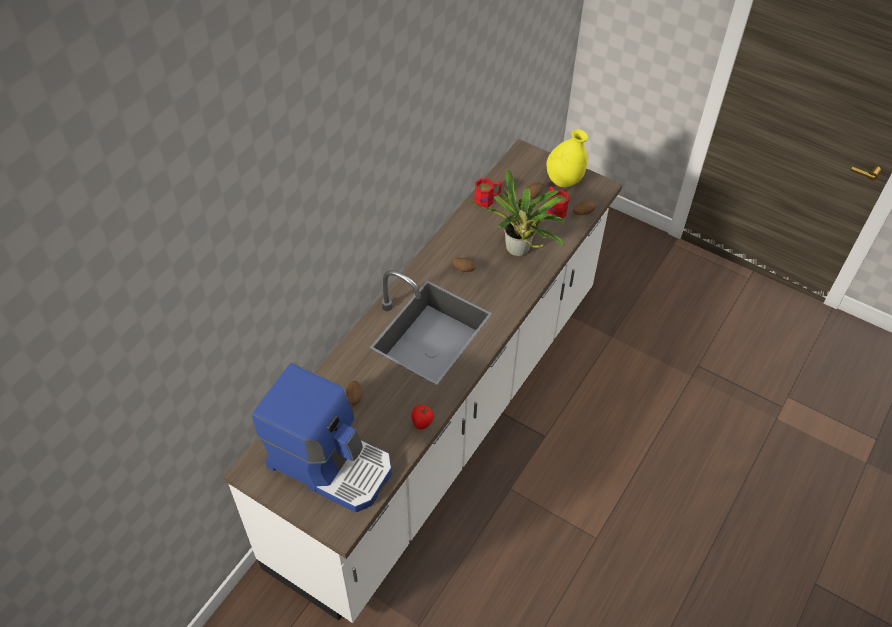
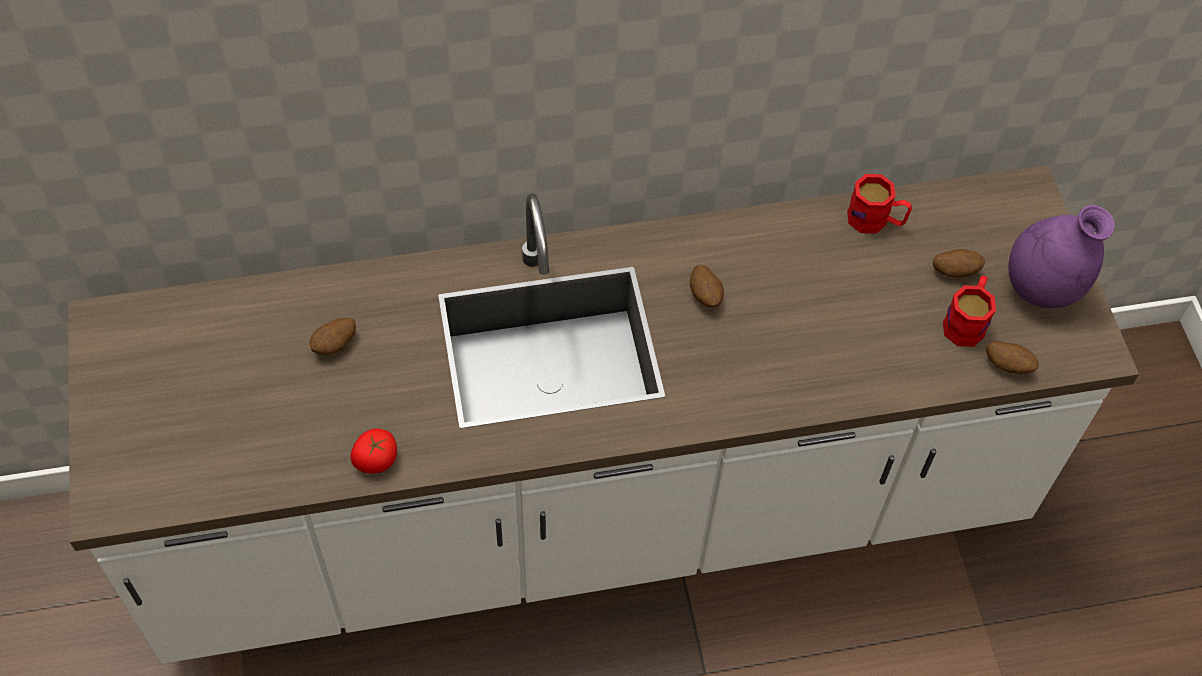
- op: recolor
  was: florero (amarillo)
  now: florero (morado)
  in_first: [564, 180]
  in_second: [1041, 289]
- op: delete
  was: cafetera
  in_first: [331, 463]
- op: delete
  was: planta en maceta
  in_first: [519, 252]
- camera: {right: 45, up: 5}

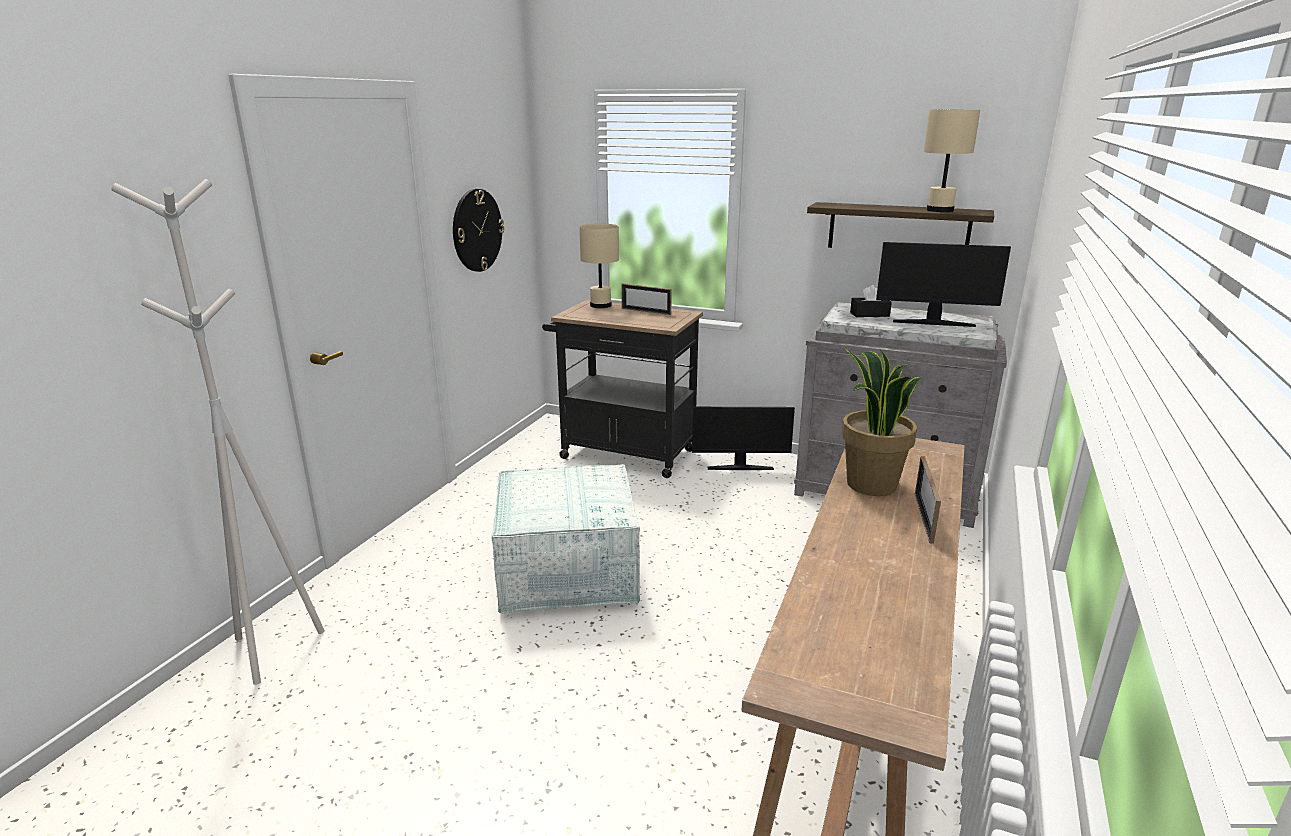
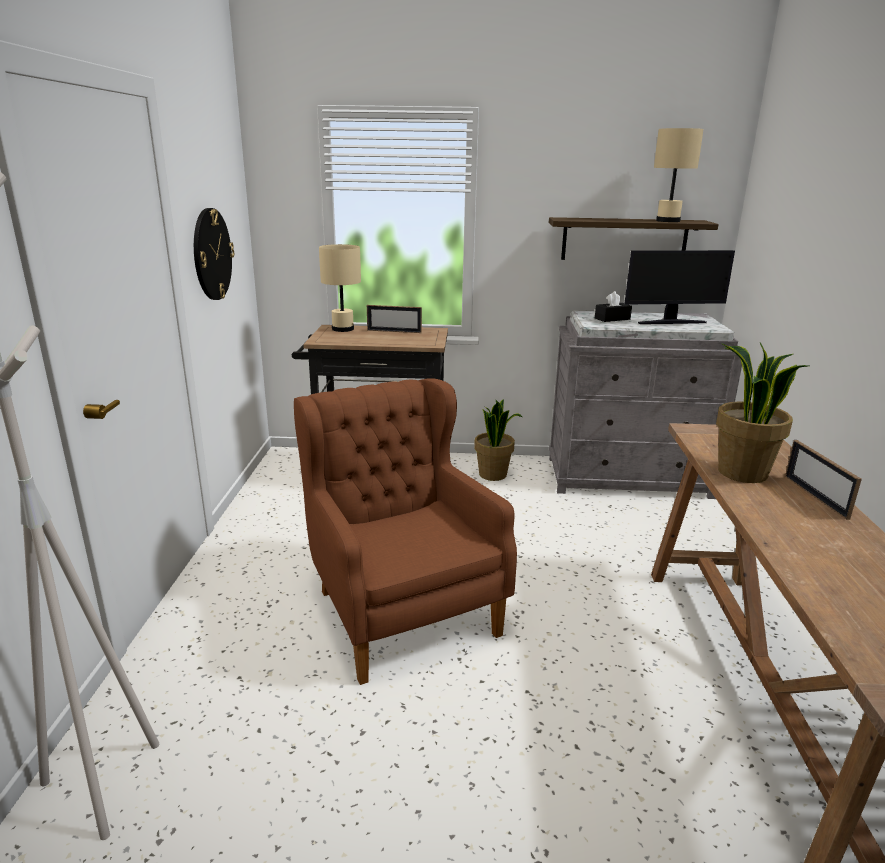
- op: replace
  was: puf (blanco)
  now: sillón (marrón)
  in_first: [568, 574]
  in_second: [401, 611]
- op: replace
  was: monitor
  now: planta en maceta
  in_first: [740, 467]
  in_second: [493, 475]
- camera: {right: -20, up: 0}

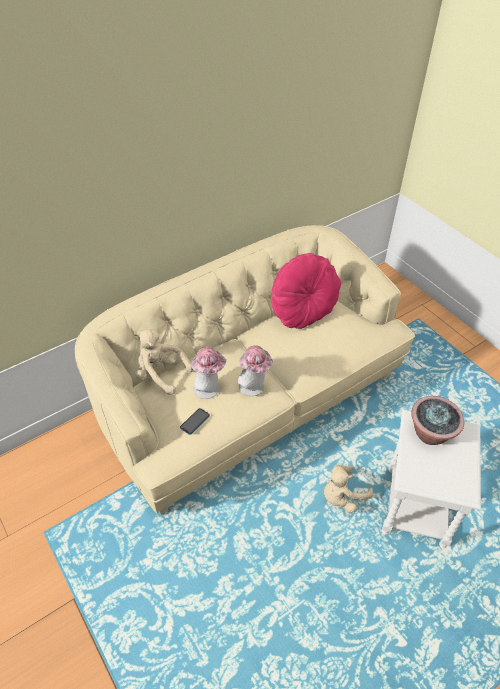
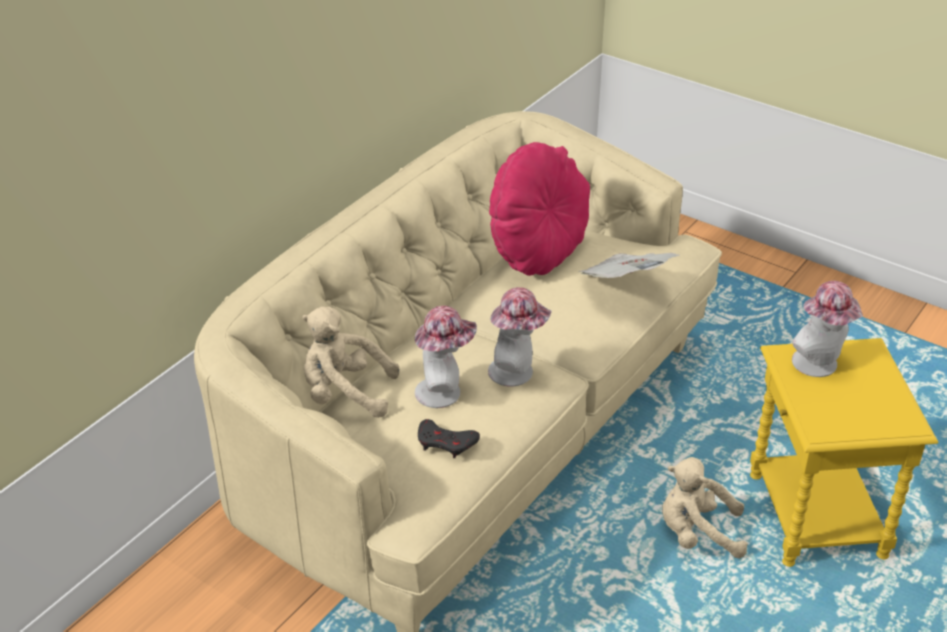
- op: replace
  was: móvil
  now: mando de consola (gris)
  in_first: [195, 421]
  in_second: [446, 442]
- op: insert
  now: periódico
  in_second: [625, 284]
- op: rotate
  was: peluche (beis)
  in_first: [342, 496]
  in_second: [697, 534]
  clockwise: 60
- op: recolor
  was: mesa auxiliar (blanco)
  now: mesa auxiliar (amarillo)
  in_first: [417, 506]
  in_second: [819, 515]
- op: replace
  was: planta en maceta
  now: sombrero
  in_first: [430, 433]
  in_second: [819, 366]
- camera: {right: -20, up: -10}

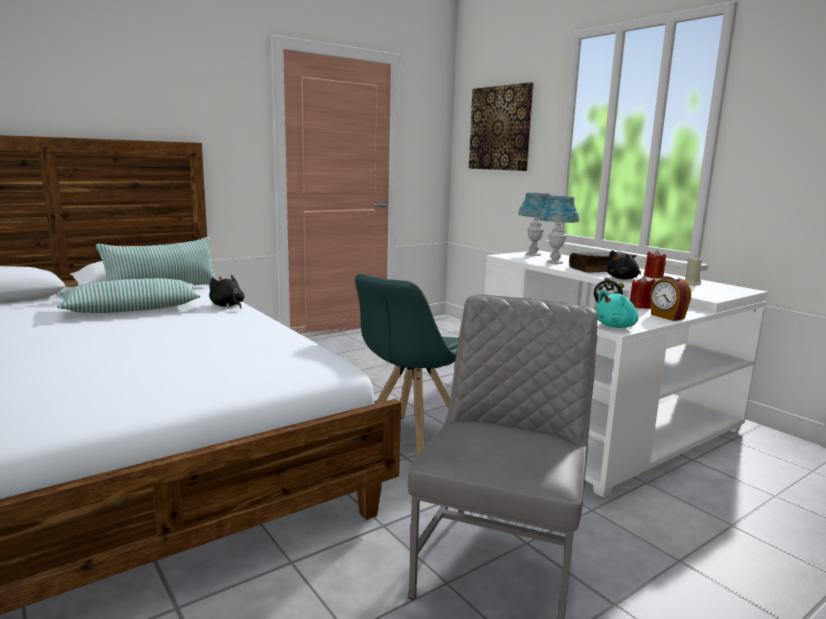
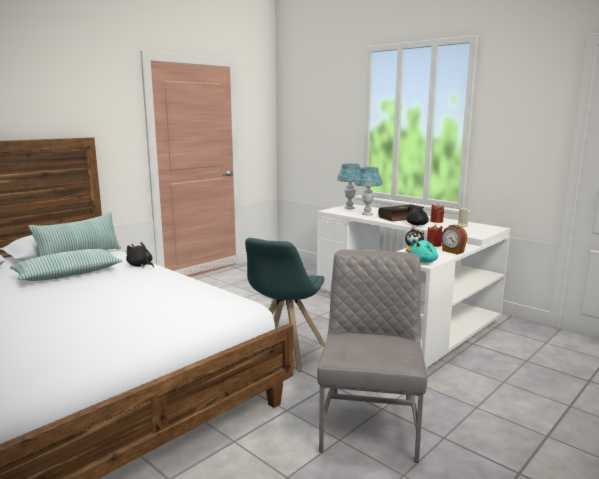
- op: delete
  was: cuadro
  in_first: [500, 128]
- camera: {right: -10, up: 0}

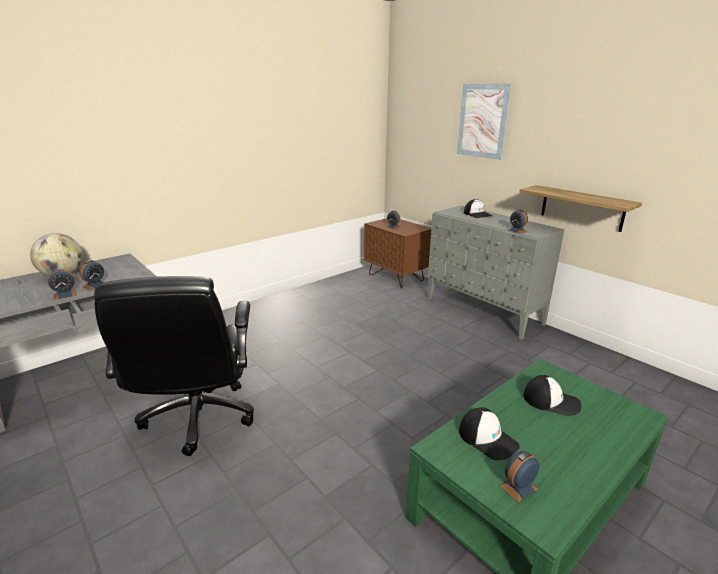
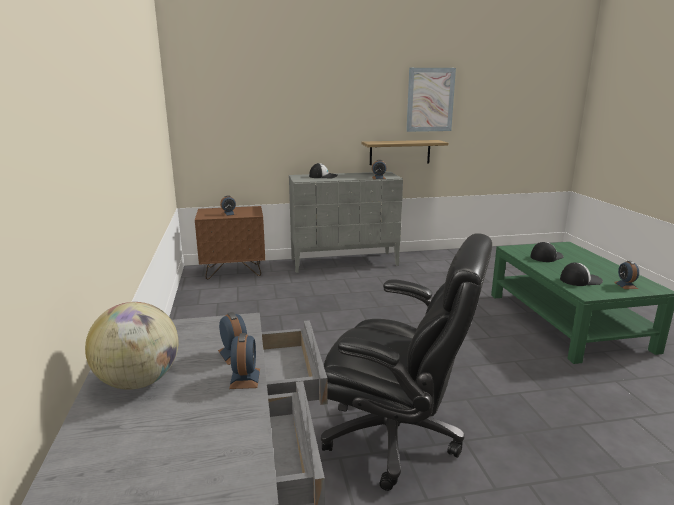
- op: move
  was: cuadro
  in_first: [483, 121]
  in_second: [430, 100]
- camera: {right: -60, up: -5}

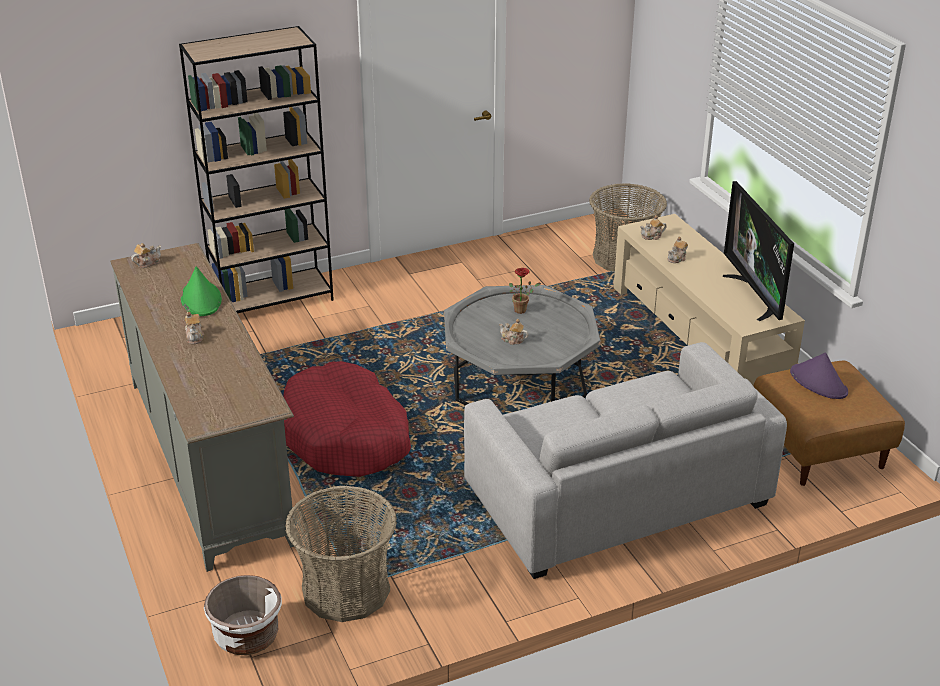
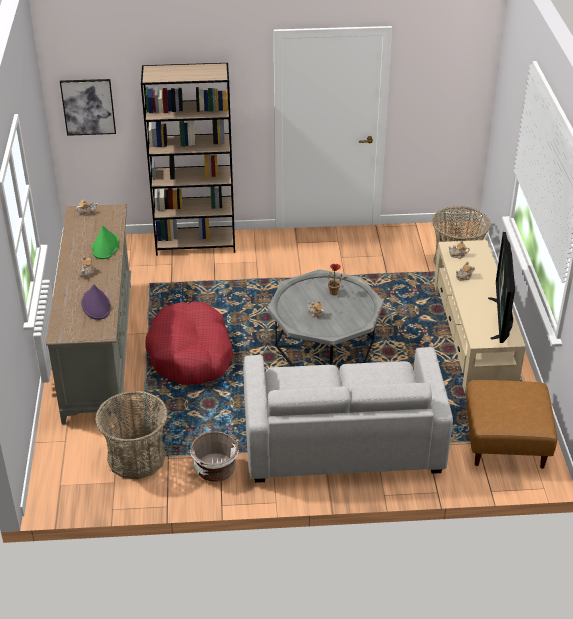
- op: insert
  now: cuadro
  in_second: [88, 106]
- op: move
  was: sombrero (morado)
  in_first: [819, 383]
  in_second: [96, 305]
- op: move
  was: maceta (blanco)
  in_first: [247, 636]
  in_second: [215, 470]
- camera: {right: 20, up: 5}

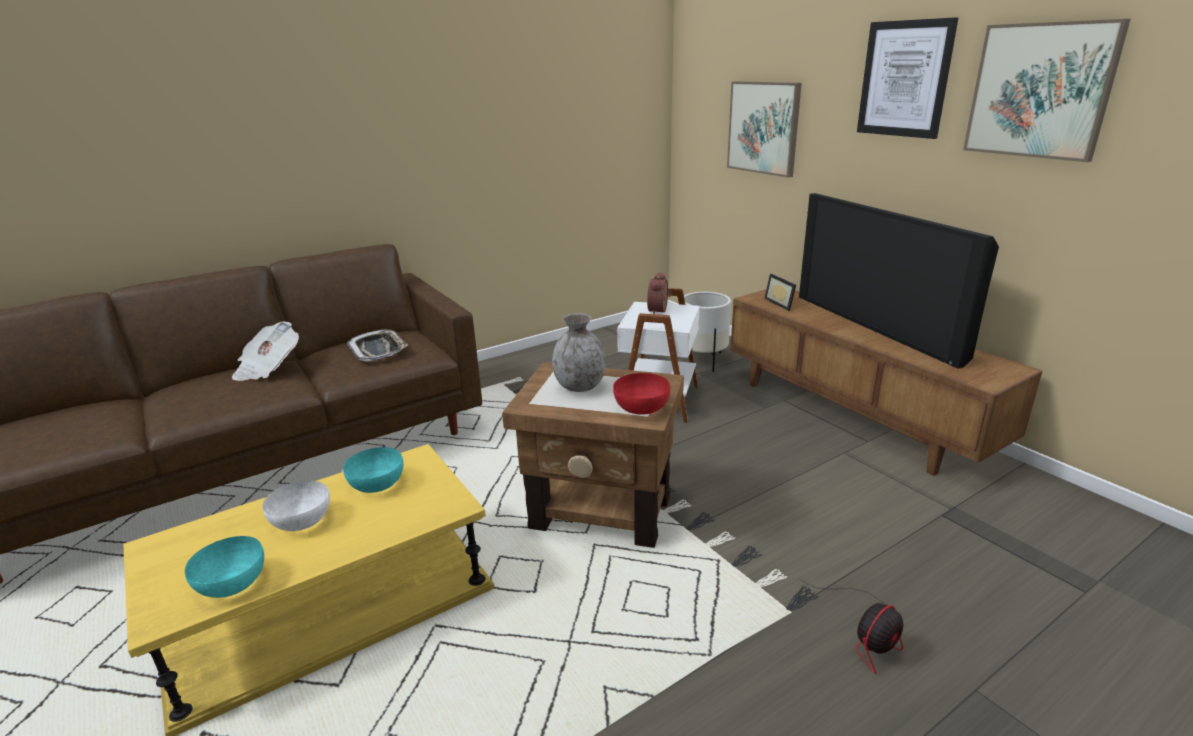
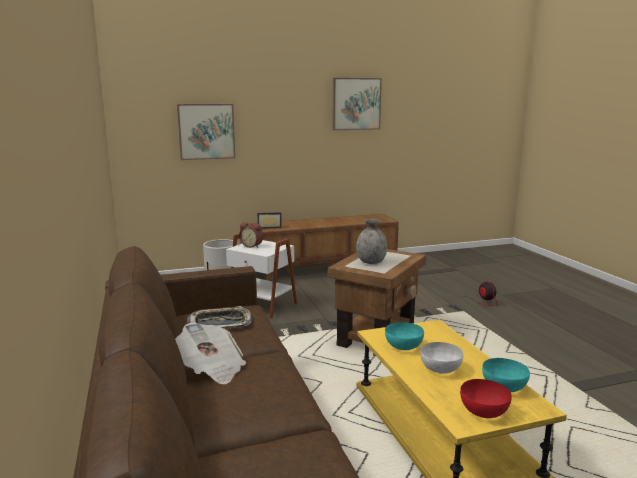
- op: move
  was: cuenco (rojo)
  in_first: [642, 408]
  in_second: [484, 410]
- op: delete
  was: televisor
  in_first: [878, 326]
- op: delete
  was: cuadro
  in_first: [904, 79]
- camera: {right: -75, up: -10}

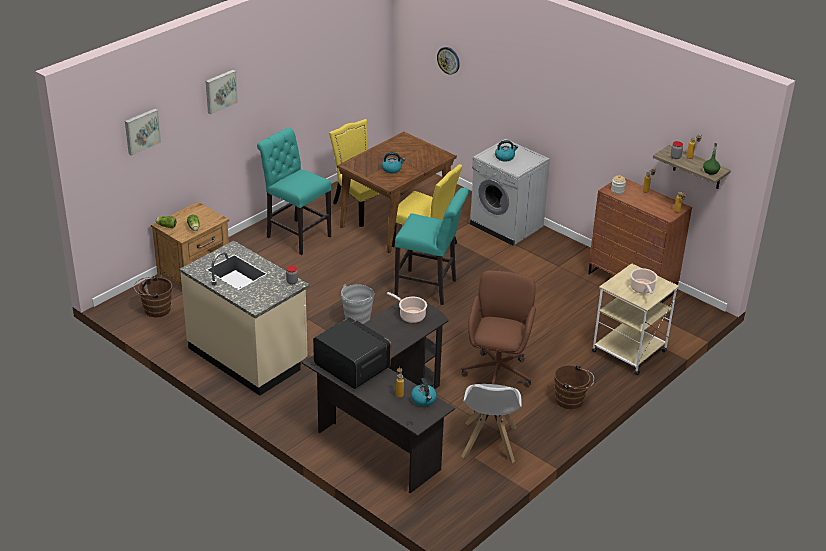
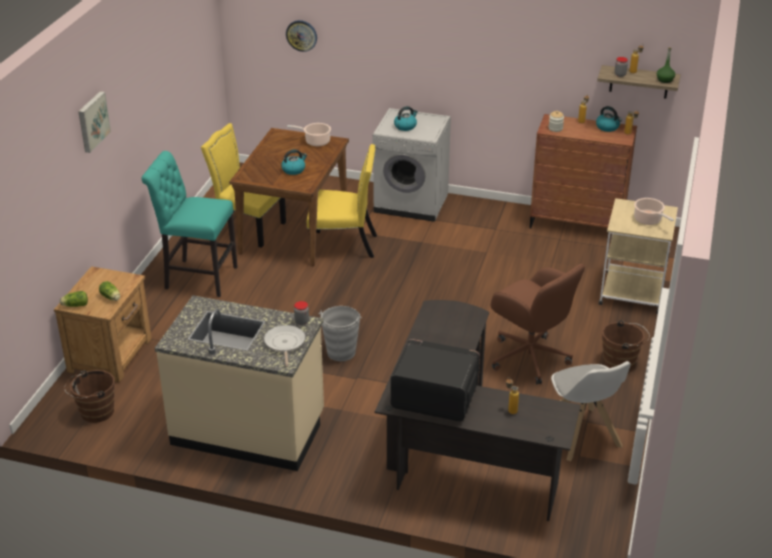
- op: insert
  now: sartén
  in_second: [284, 344]
- op: move
  was: olla
  in_first: [410, 316]
  in_second: [315, 141]
- op: rotate
  was: silla de oficina (marrón)
  in_first: [497, 374]
  in_second: [529, 358]
  clockwise: 150
- op: move
  was: hervidor
  in_first: [424, 400]
  in_second: [608, 127]
- op: delete
  was: cuadro
  in_first: [141, 131]
- op: delete
  was: taburete (turquesa)
  in_first: [429, 288]
- camera: {right: -25, up: 0}

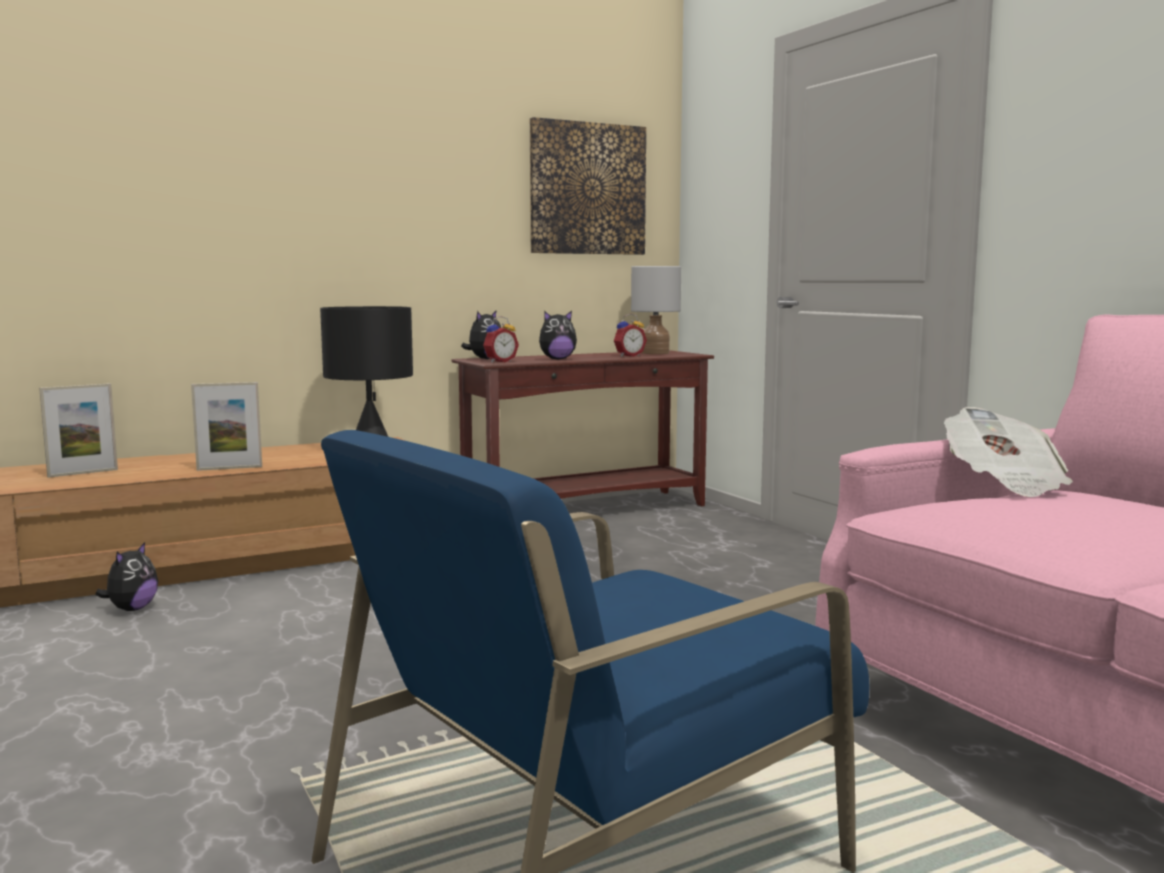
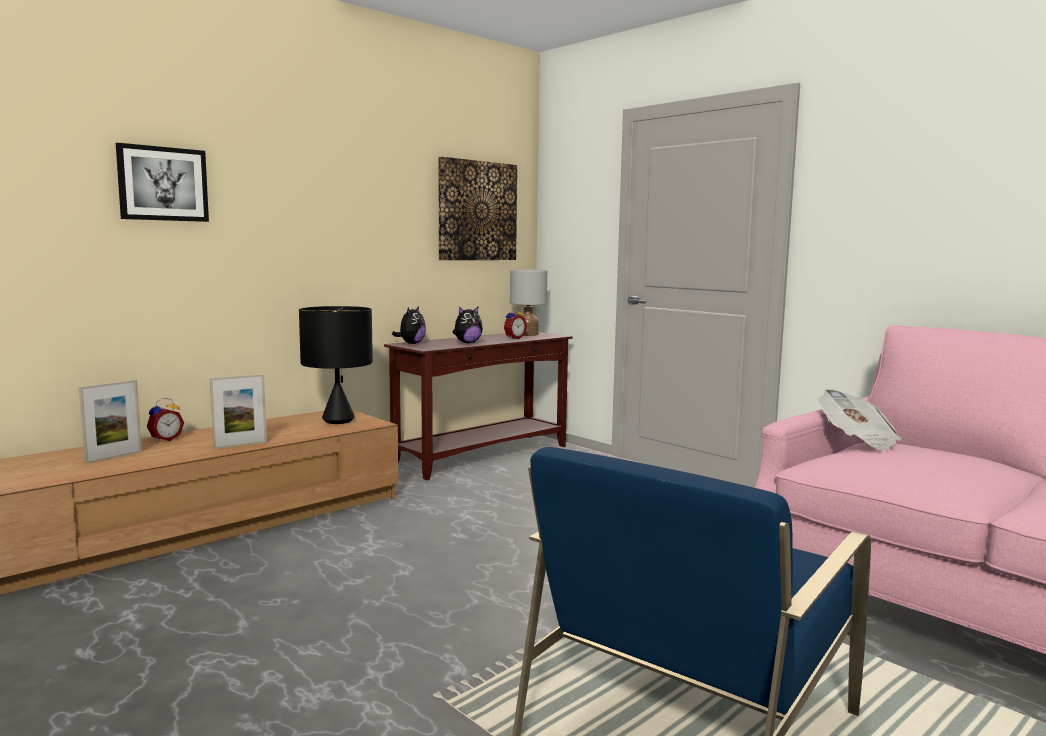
- op: insert
  now: cuadro
  in_second: [163, 184]
- op: move
  was: despertador
  in_first: [499, 361]
  in_second: [165, 439]
- op: delete
  was: peluche
  in_first: [131, 609]
- camera: {right: -15, up: 0}

